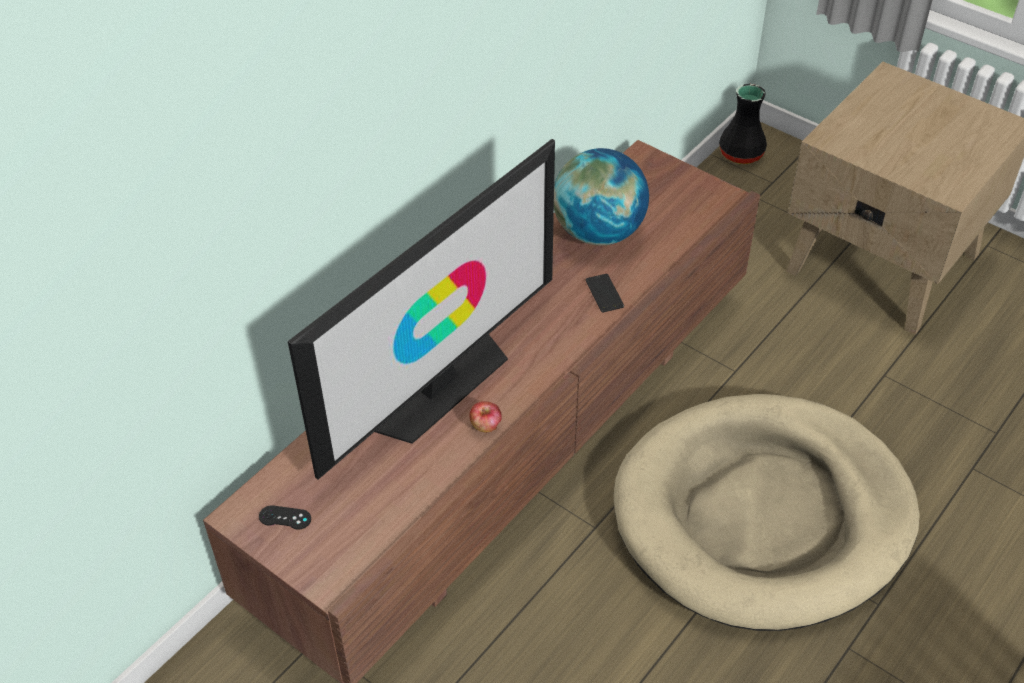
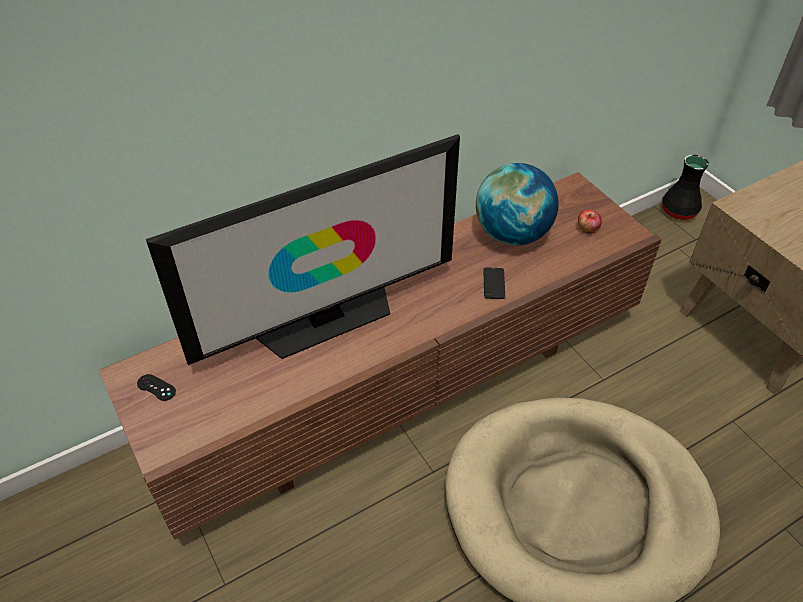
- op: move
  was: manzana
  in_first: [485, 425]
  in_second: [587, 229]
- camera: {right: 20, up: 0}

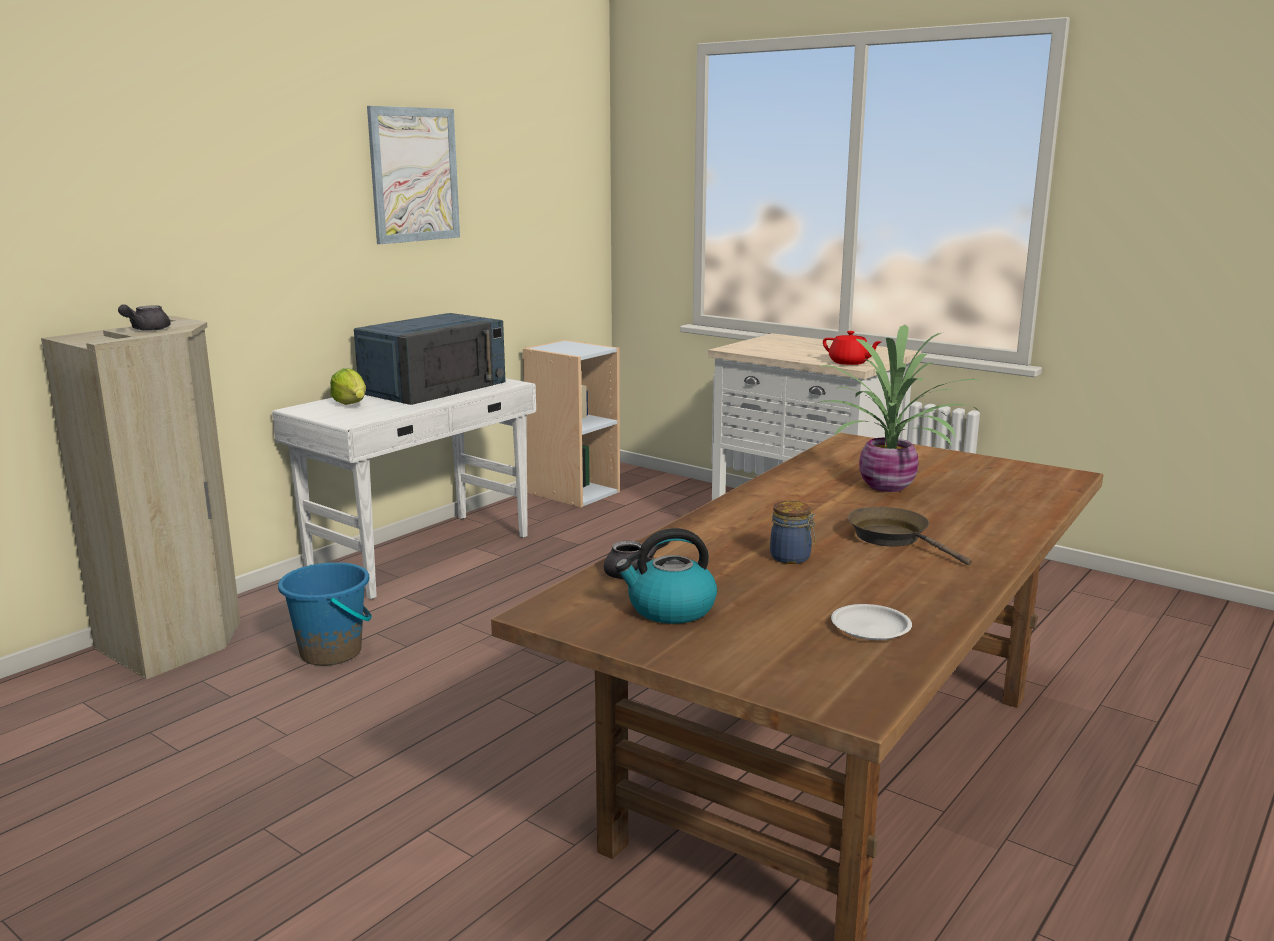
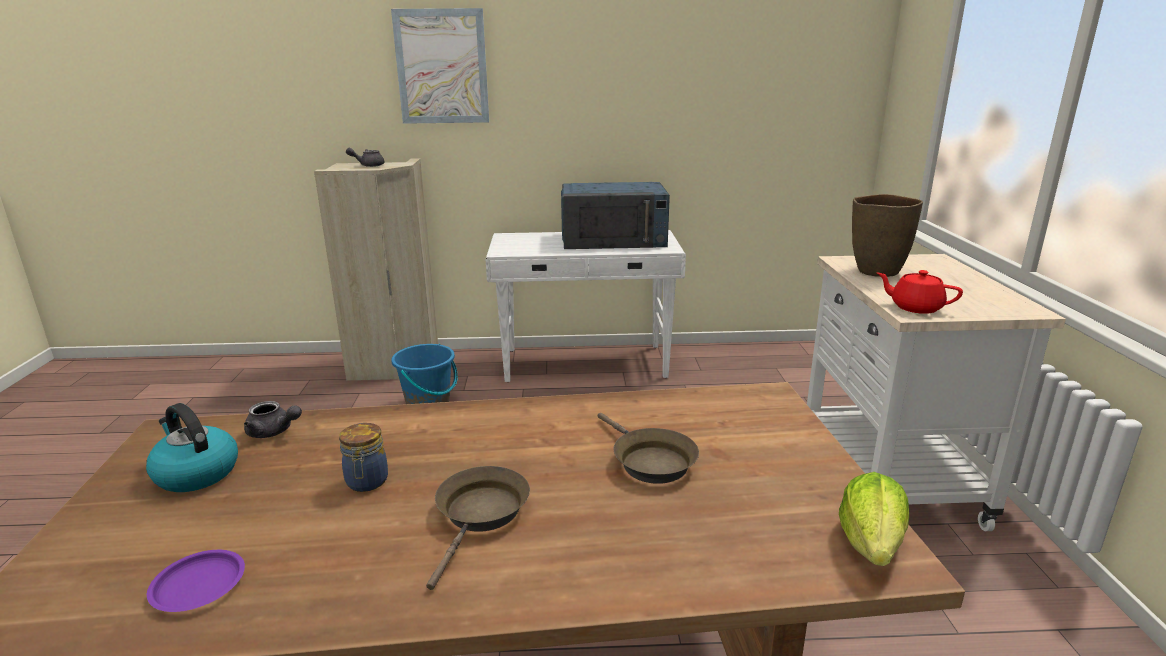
- op: recolor
  was: plato (blanco)
  now: plato (morado)
  in_first: [870, 628]
  in_second: [198, 586]
- op: move
  was: cuadro
  in_first: [414, 175]
  in_second: [442, 67]
- op: replace
  was: planta en maceta
  now: sartén (marrón)
  in_first: [890, 486]
  in_second: [649, 461]
- op: move
  was: lechuga
  in_first: [351, 404]
  in_second: [871, 544]
- op: insert
  now: florero (marrón)
  in_second: [876, 271]
- op: rotate
  was: tetera (rojo)
  in_first: [849, 362]
  in_second: [915, 307]
  clockwise: 120
- op: delete
  was: estantería
  in_first: [573, 492]
- camera: {right: 50, up: 5}

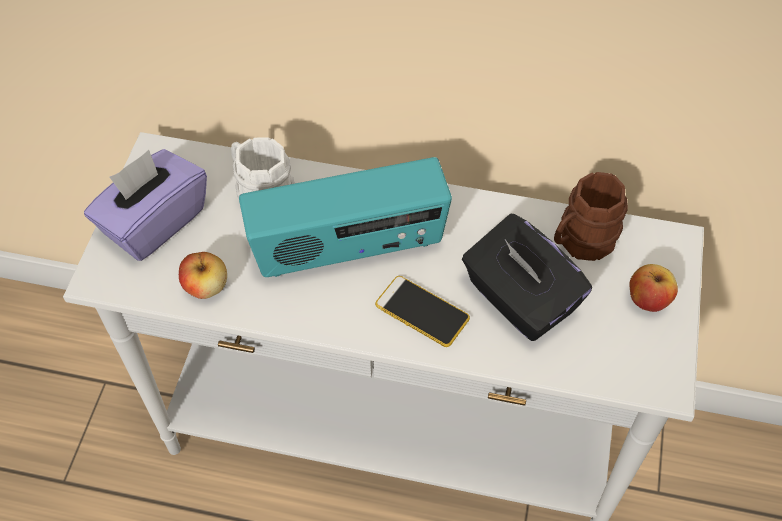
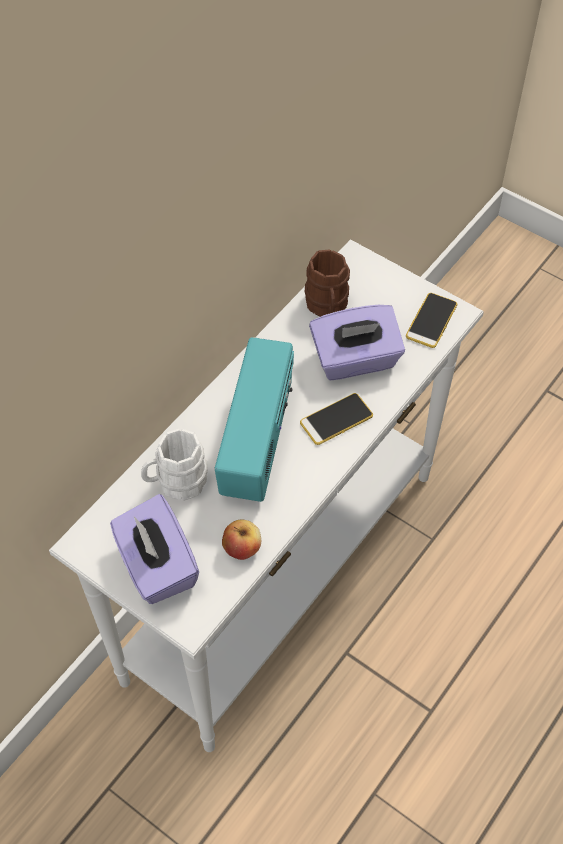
- op: recolor
  was: caja de pañuelos (negro)
  now: caja de pañuelos (morado)
  in_first: [519, 299]
  in_second: [355, 360]
- op: insert
  now: móvil
  in_second: [431, 320]
- op: delete
  was: manzana
  in_first: [648, 299]
- camera: {right: -65, up: 0}

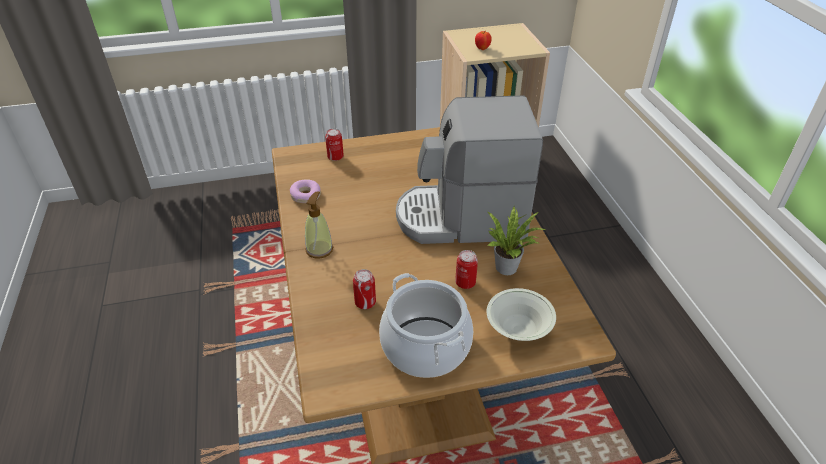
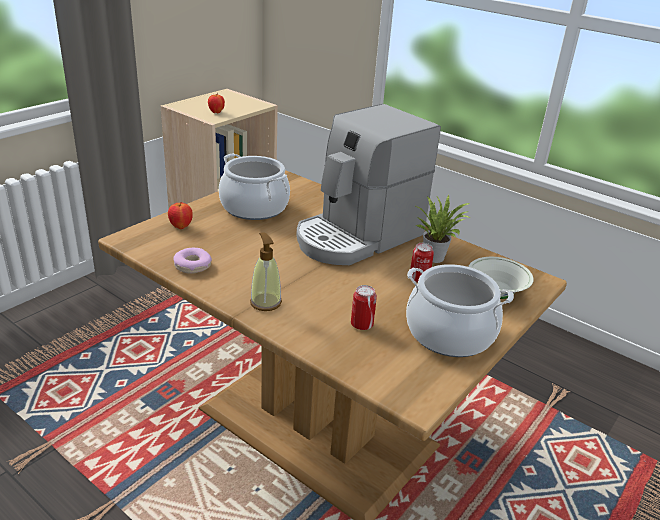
- op: replace
  was: lata
  now: manzana
  in_first: [335, 157]
  in_second: [181, 227]
- op: insert
  now: olla
  in_second: [254, 207]
- camera: {right: -40, up: -10}

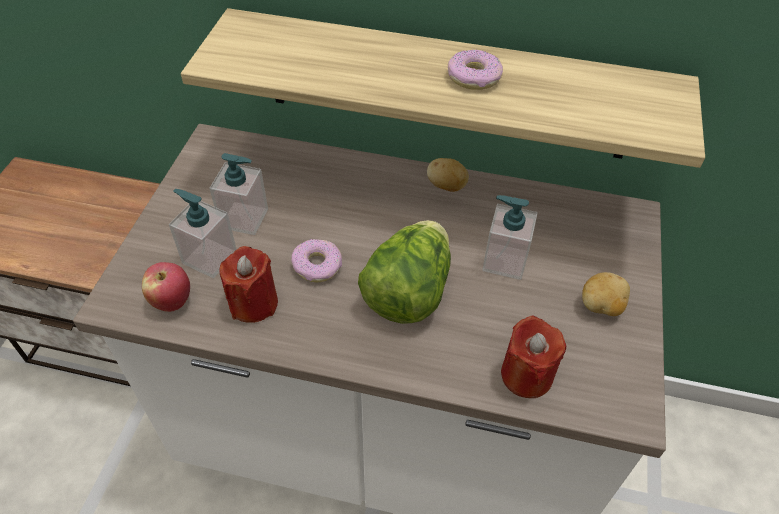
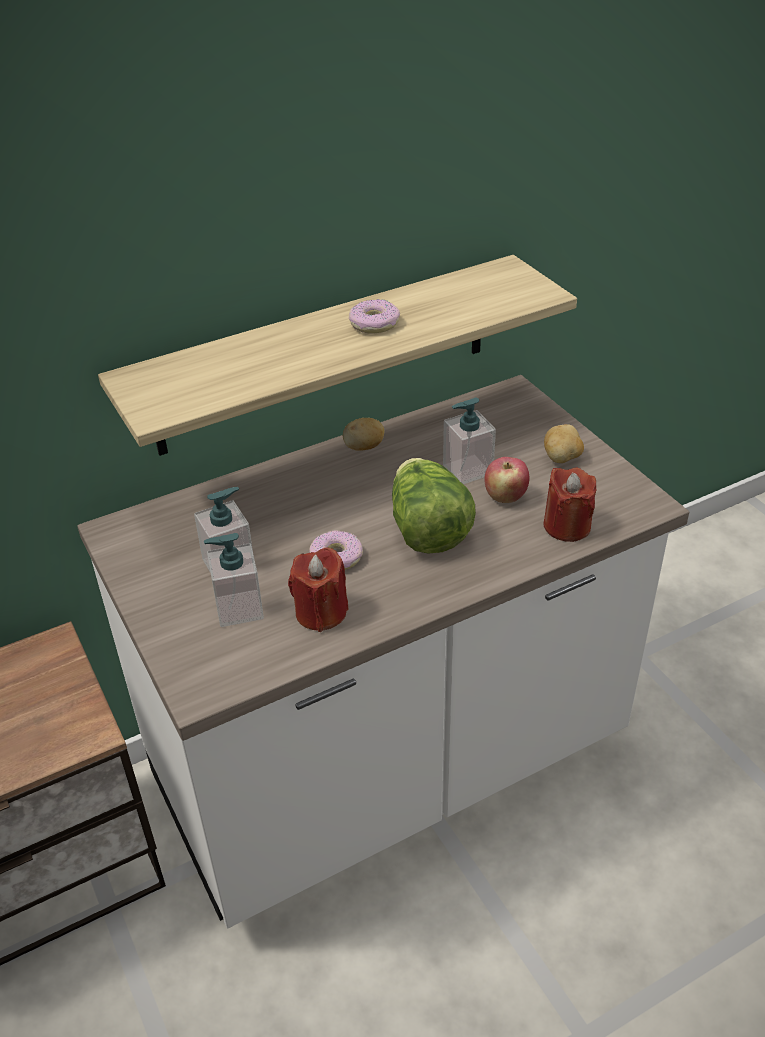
- op: move
  was: manzana
  in_first: [171, 301]
  in_second: [505, 497]
- camera: {right: -40, up: -10}

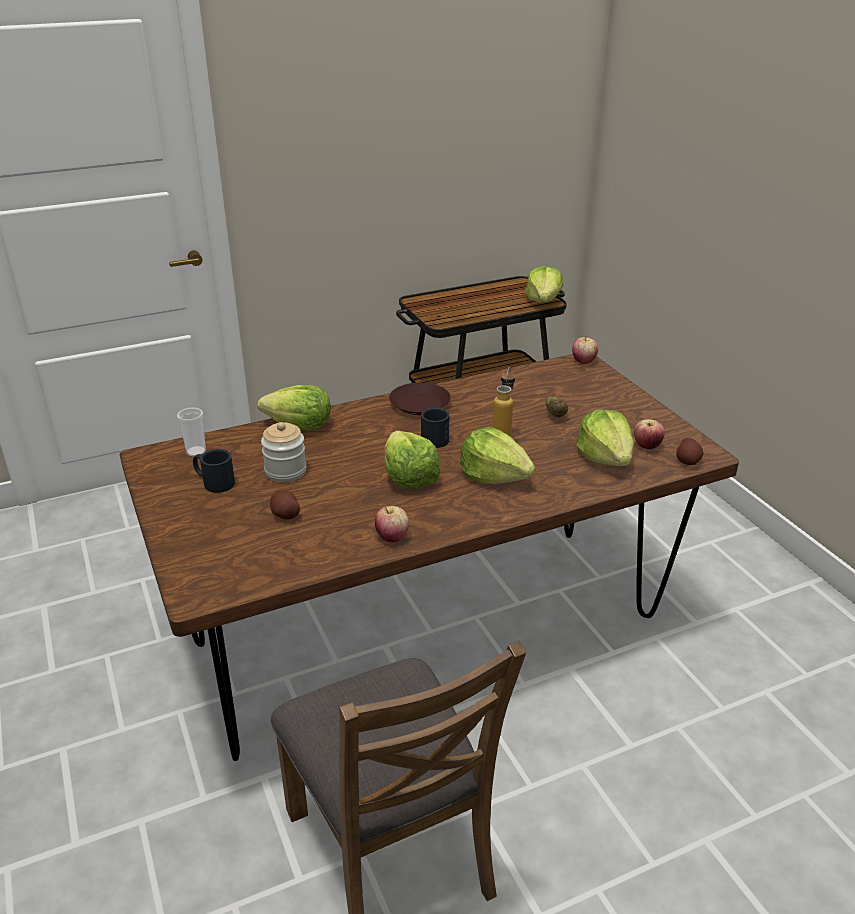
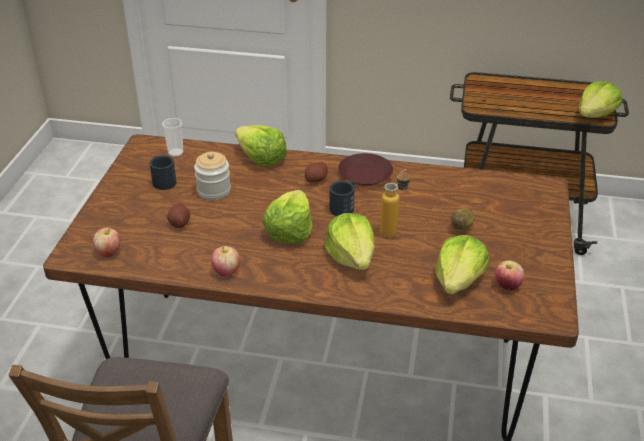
- op: move
  was: manzana
  in_first: [583, 361]
  in_second: [109, 252]
- op: move
  was: patata
  in_first: [688, 461]
  in_second: [316, 180]
- camera: {right: 35, up: 5}

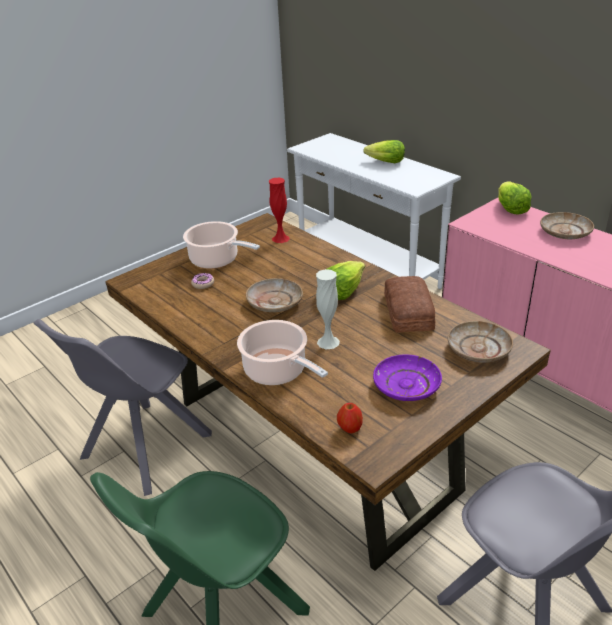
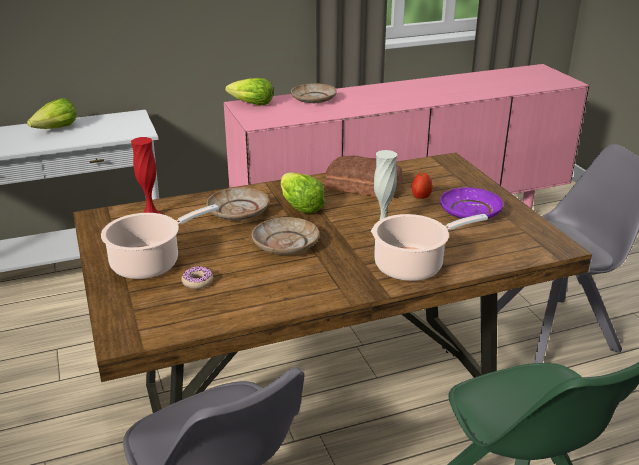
- op: move
  was: plato (beis)
  in_first: [478, 349]
  in_second: [238, 212]
- op: move
  was: manzana
  in_first: [350, 428]
  in_second: [420, 197]
- camera: {right: -70, up: -5}

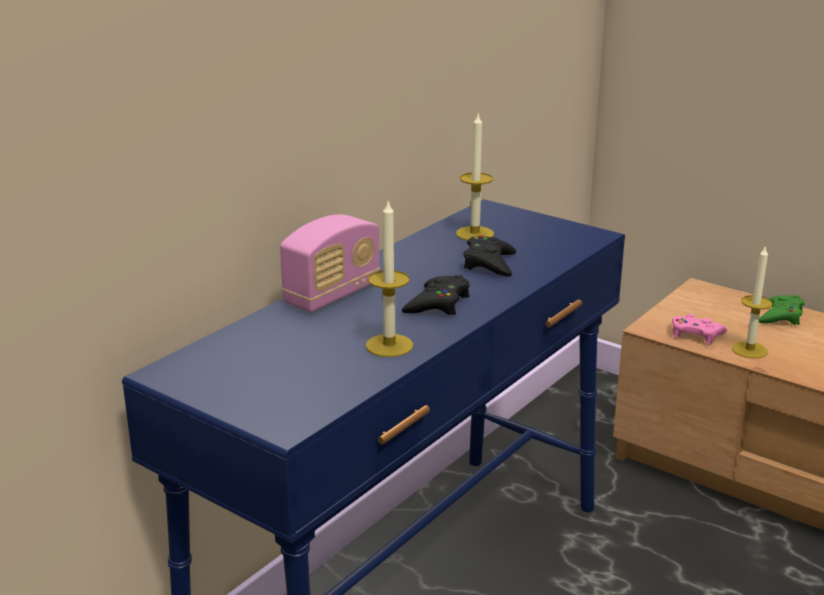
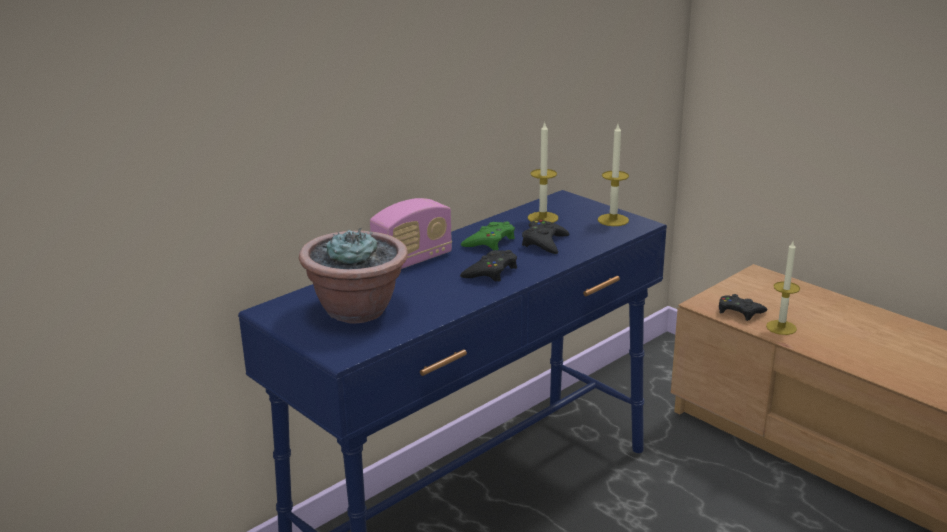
- op: insert
  now: planta en maceta
  in_second: [357, 310]
- op: move
  was: mando de consola (verde)
  in_first: [780, 316]
  in_second: [490, 242]
- op: move
  was: vela
  in_first: [389, 345]
  in_second: [613, 220]
- op: recolor
  was: mando de consola (rosa)
  now: mando de consola (negro)
  in_first: [696, 334]
  in_second: [739, 312]
- camera: {right: 10, up: 0}

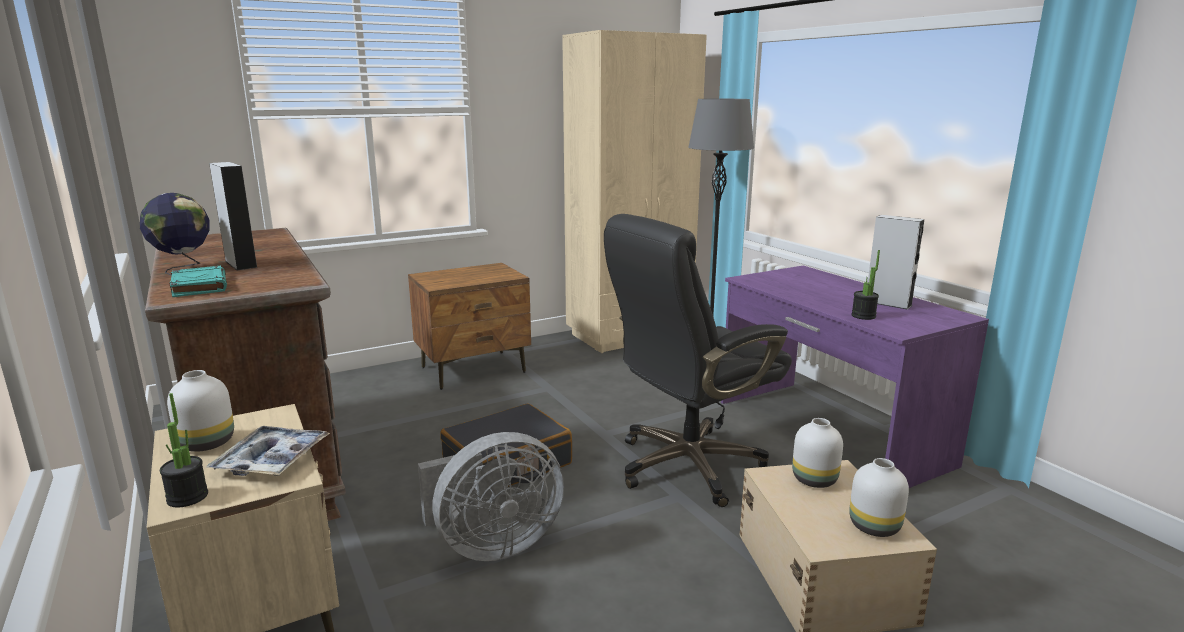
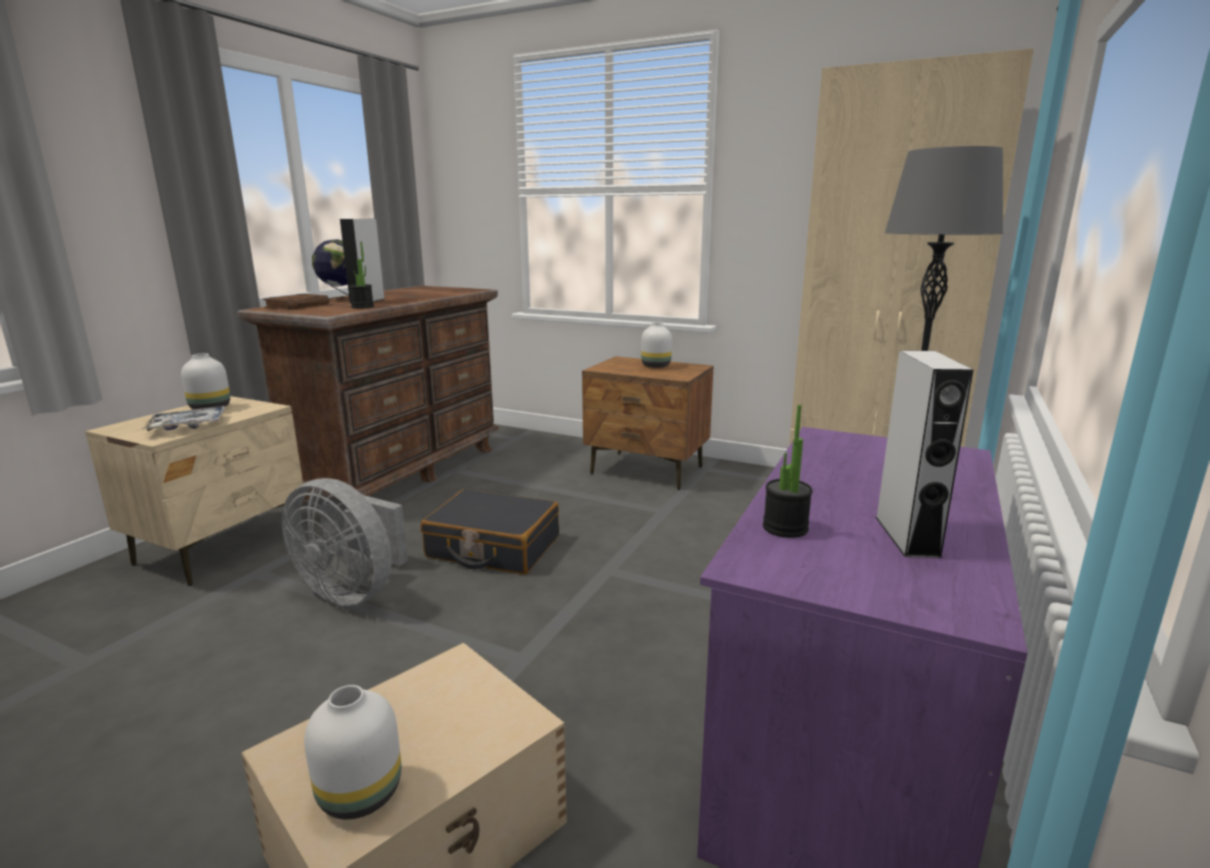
- op: recolor
  was: libro (turquesa)
  now: libro (marrón)
  in_first: [199, 286]
  in_second: [297, 306]
- op: move
  was: planta en maceta
  in_first: [187, 497]
  in_second: [362, 307]
- op: move
  was: florero (blanco)
  in_first: [815, 480]
  in_second: [656, 366]
- op: delete
  was: silla de oficina (negro)
  in_first: [691, 464]
- camera: {right: 55, up: 0}

